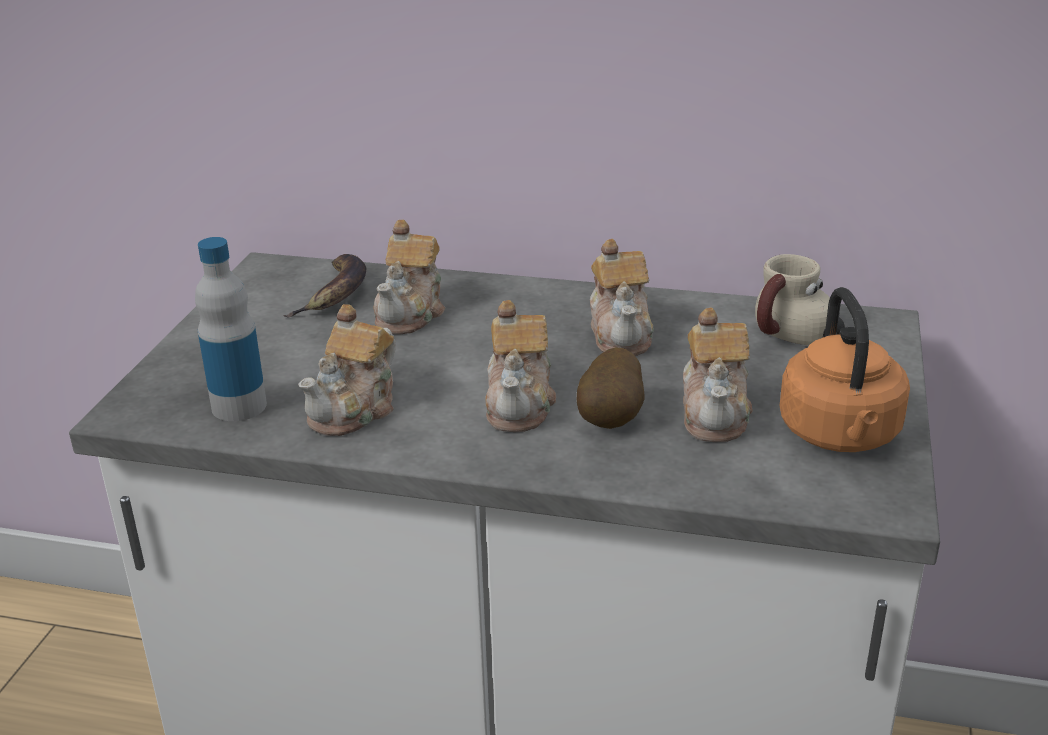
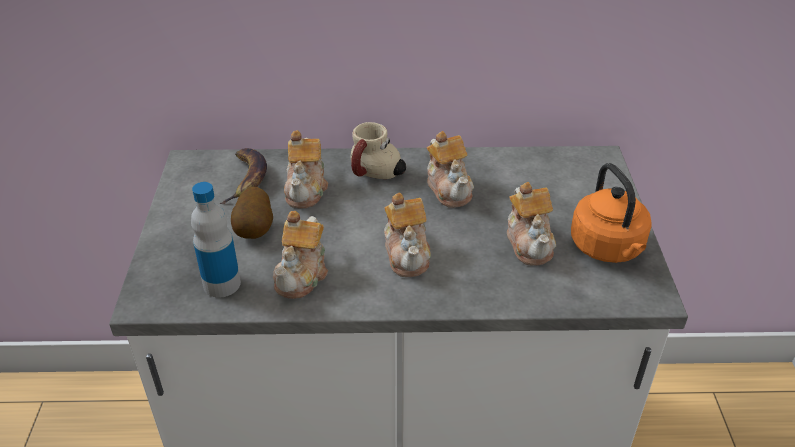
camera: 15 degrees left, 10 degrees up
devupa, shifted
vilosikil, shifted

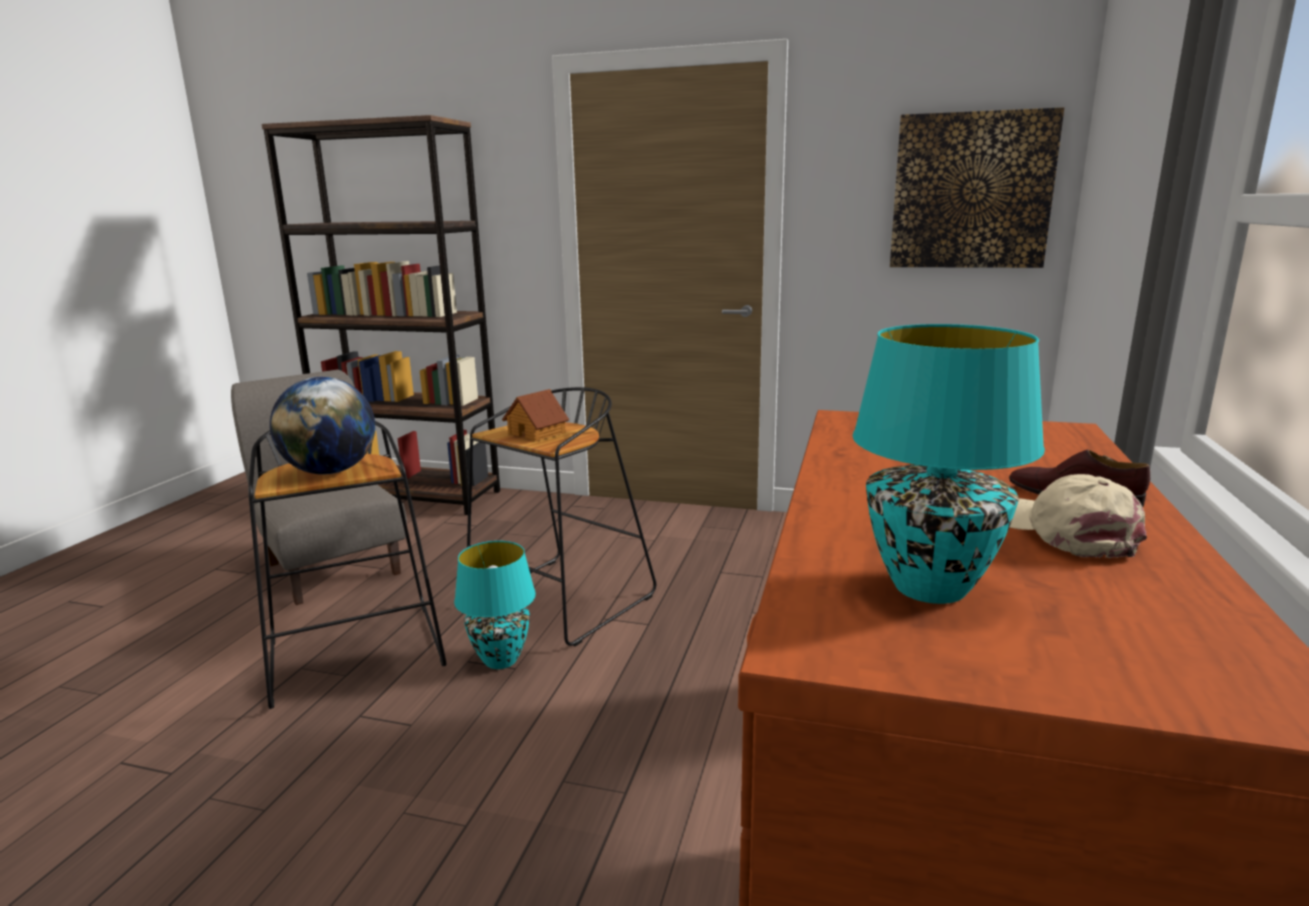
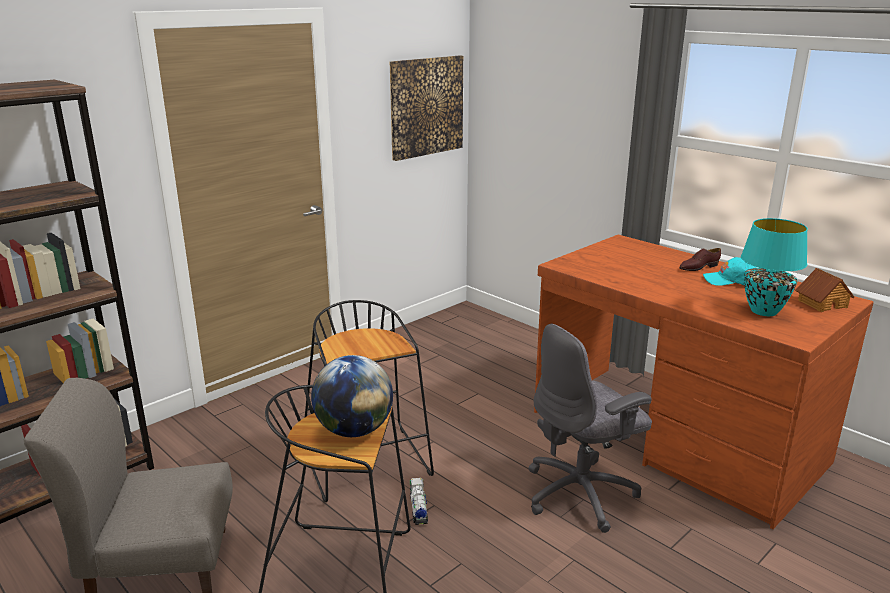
camera: 60 degrees left, 5 degrees up
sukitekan, shifted
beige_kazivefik => turquoise_kazivefik
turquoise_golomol (no. 1 from left) => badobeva
nothing => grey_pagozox

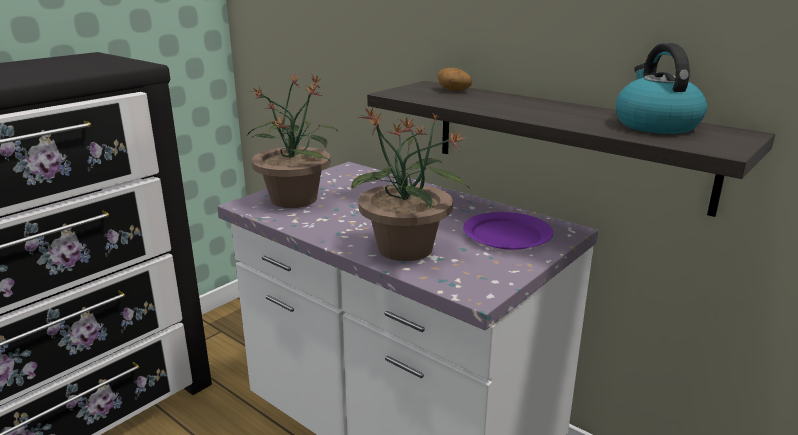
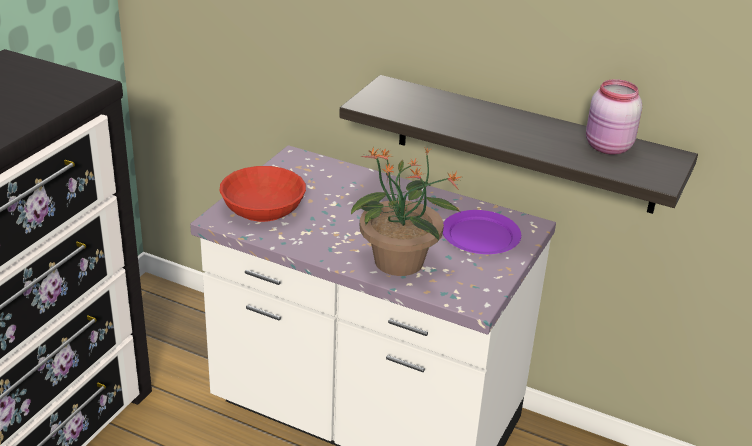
camera: 15 degrees left, 10 degrees up
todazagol => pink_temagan
vilosikil => nothing
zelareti (no. 1 from left) => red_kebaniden

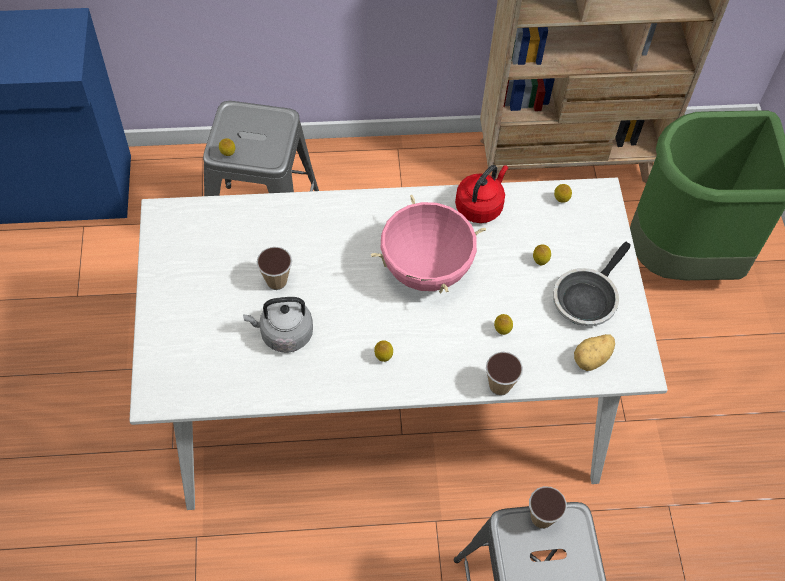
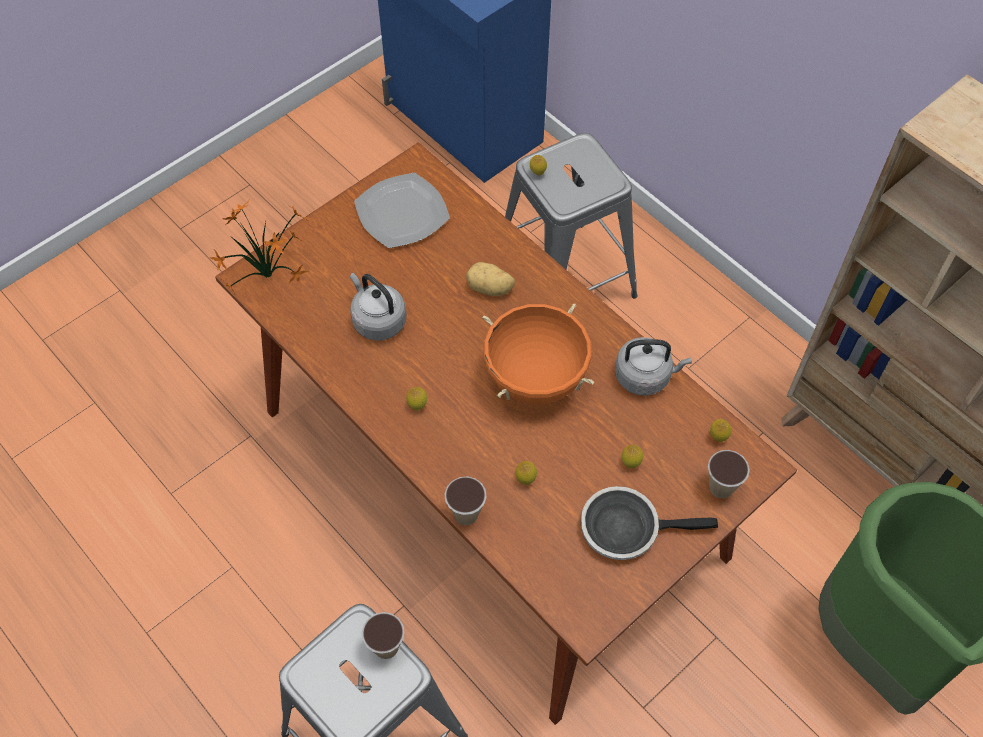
camera: 55 degrees right, 0 degrees up
red_todazagol => grey_todazagol (no. 2 from left)
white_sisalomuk => brown_sisalomuk
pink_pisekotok => orange_pisekotok
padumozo (no. 1 from left in the first image) => padumozo (no. 3 from left), shifted
vilosikil, shifted
nothing => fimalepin
nothing => zelareti

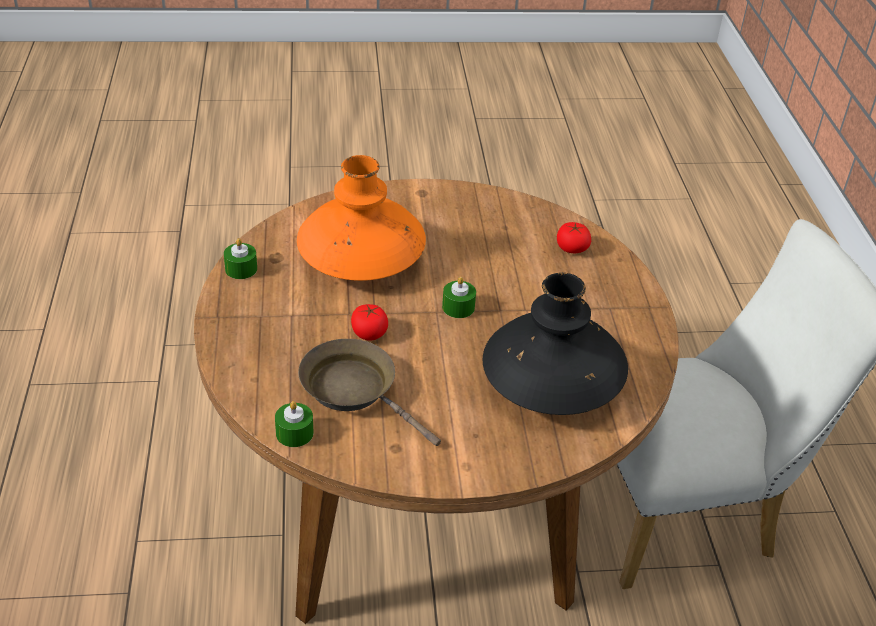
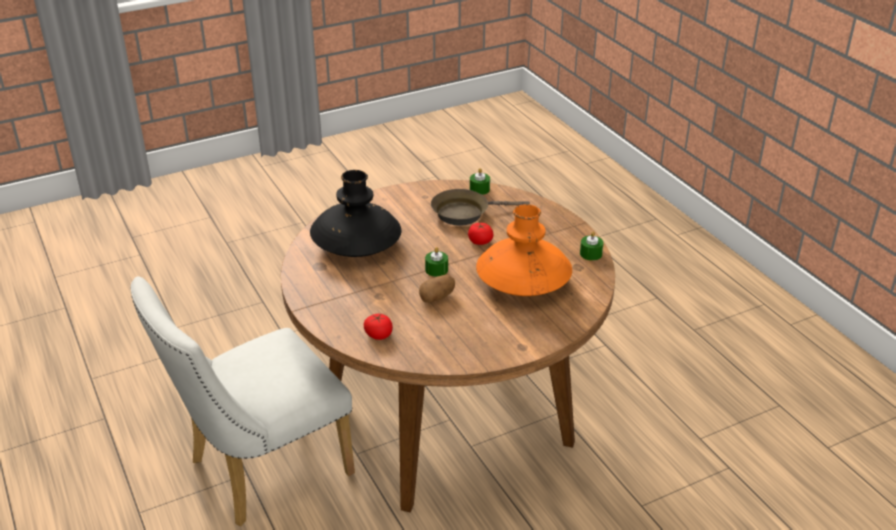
camera: 160 degrees right, 5 degrees down
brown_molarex, 150 degrees clockwise
nothing => vilosikil

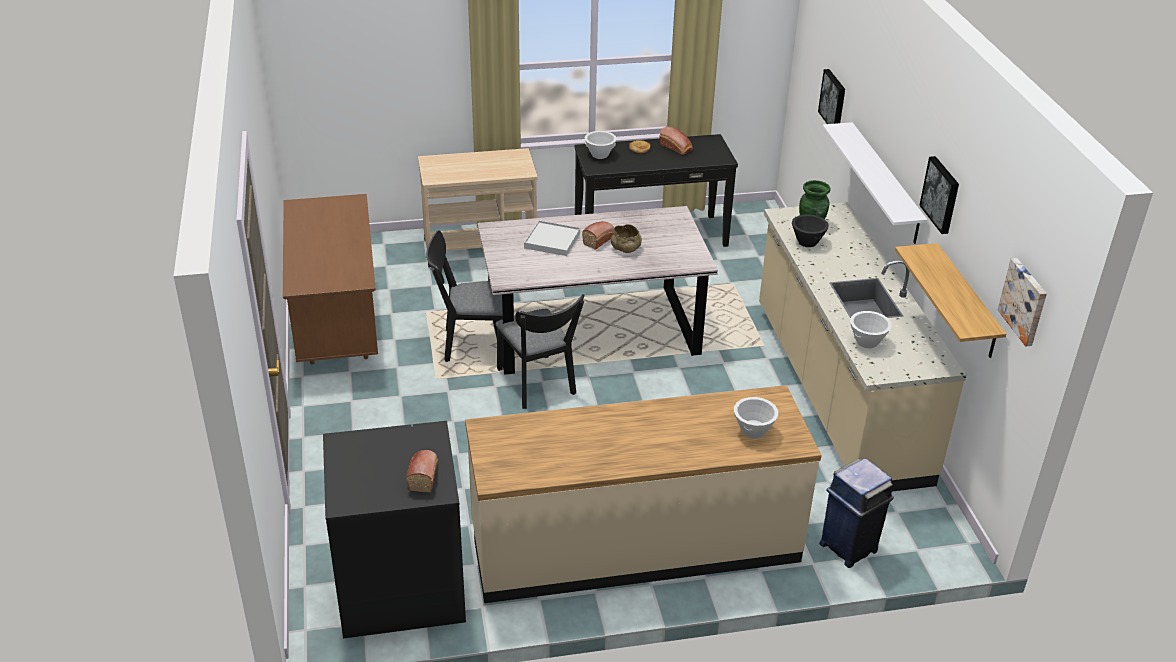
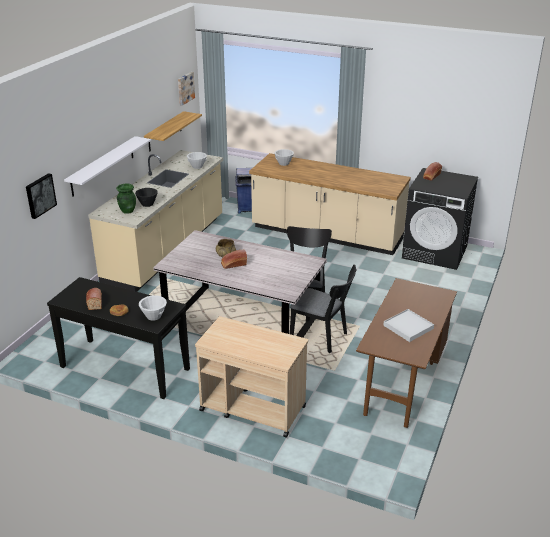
camera: 145 degrees left, 5 degrees down
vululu (no. 2 from left) => nothing
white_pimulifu, shifted

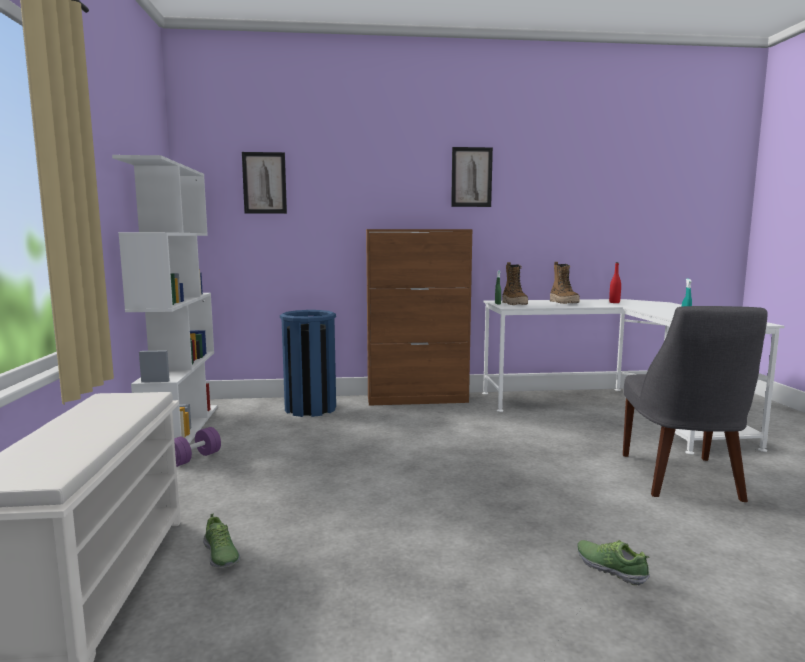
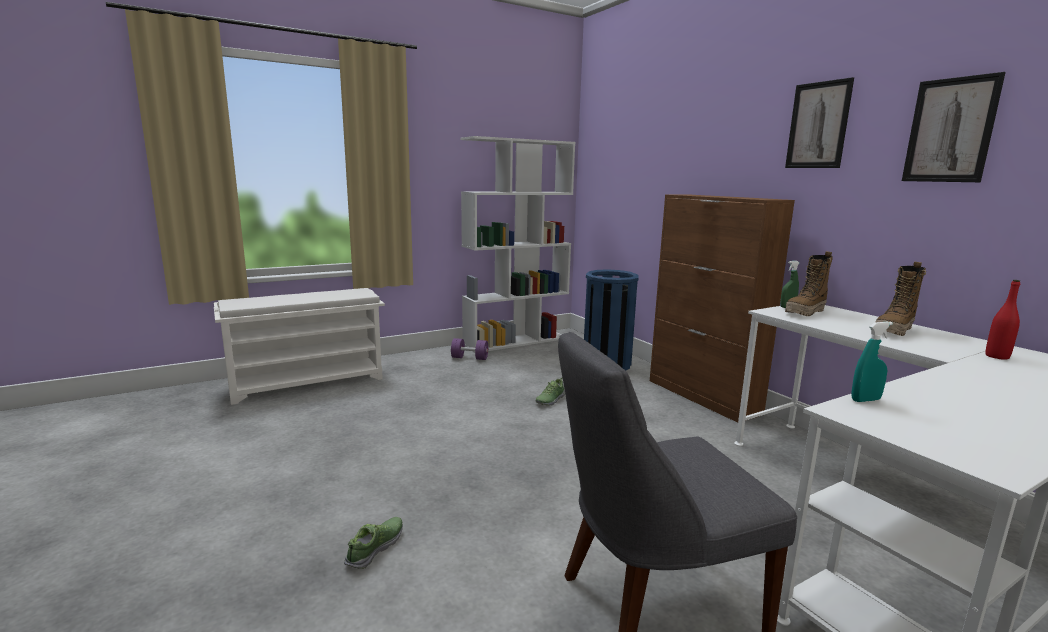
camera: 65 degrees right, 5 degrees up
vululu (no. 1 from left in the first image) => vululu (no. 2 from left), shifted
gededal (no. 1 from left in the first image) => gededal (no. 2 from left), shifted

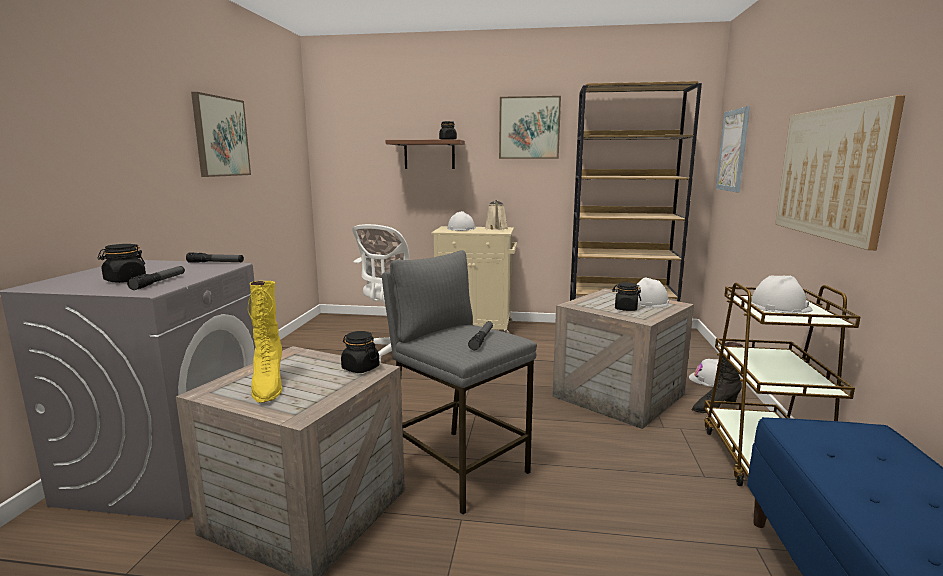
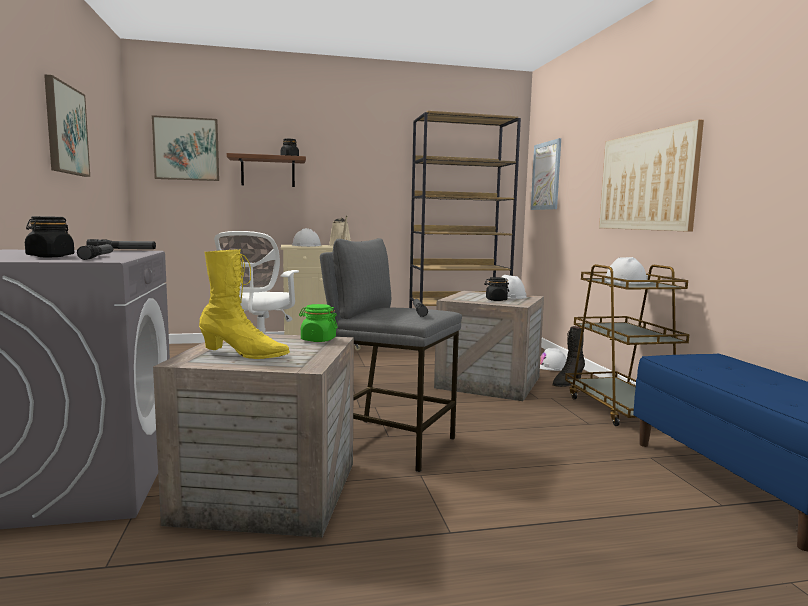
camera: 20 degrees left, 5 degrees down
vululu (no. 2 from left), shifted
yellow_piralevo, 45 degrees counterclockwise
black_temagan (no. 2 from left) => green_temagan

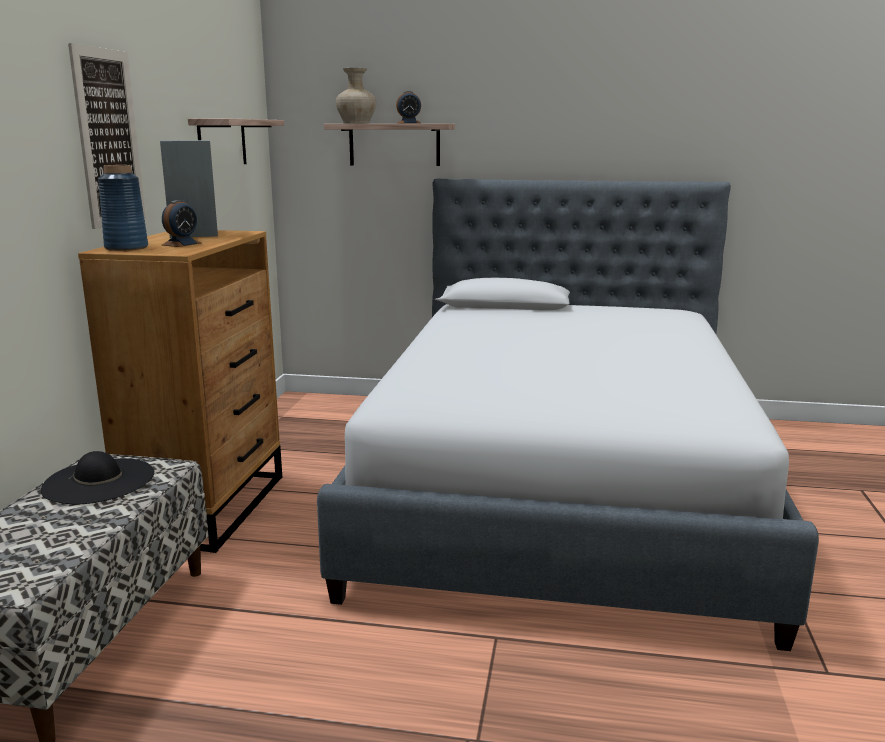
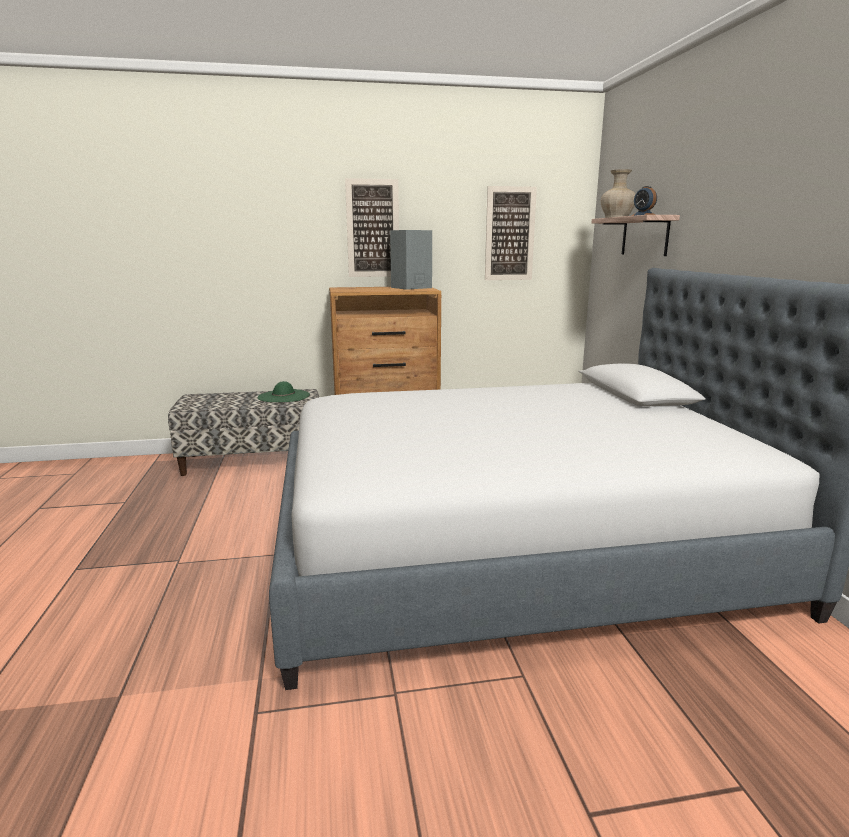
camera: 70 degrees right, 0 degrees up
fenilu (no. 1 from left) => vululu (no. 2 from left)
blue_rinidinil => nothing
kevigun (no. 1 from left) => nothing
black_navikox => green_navikox

